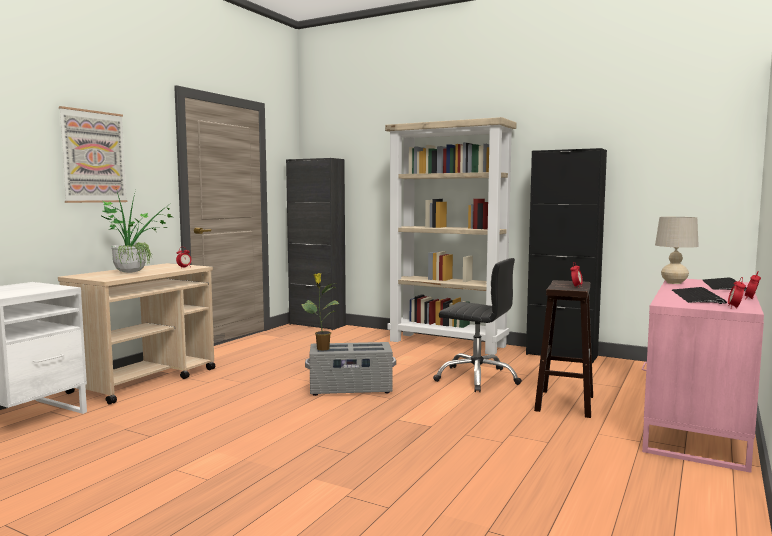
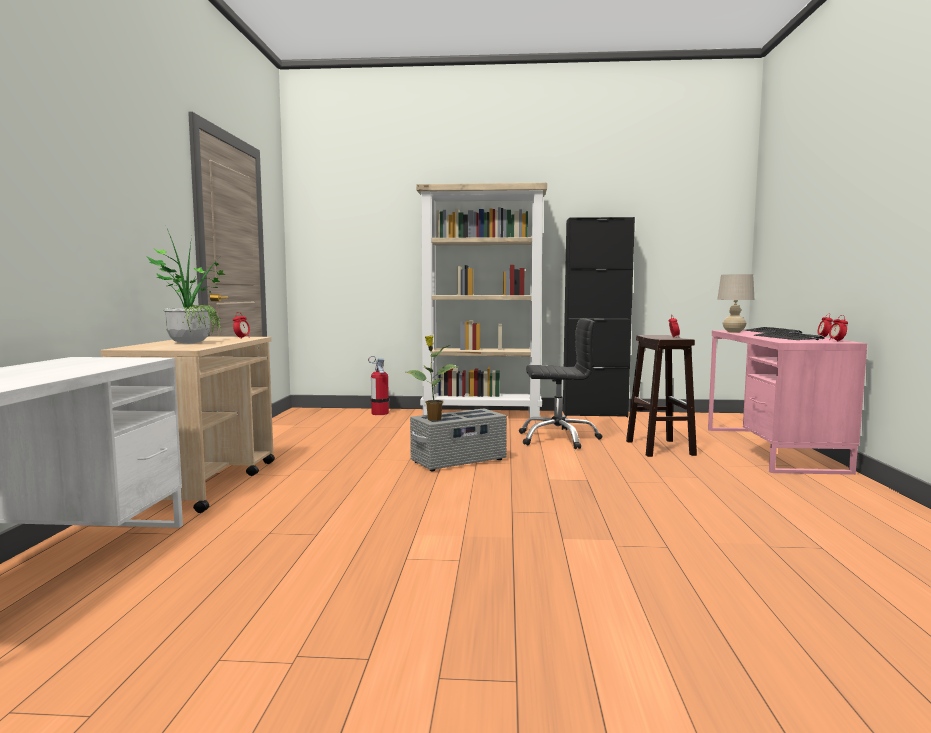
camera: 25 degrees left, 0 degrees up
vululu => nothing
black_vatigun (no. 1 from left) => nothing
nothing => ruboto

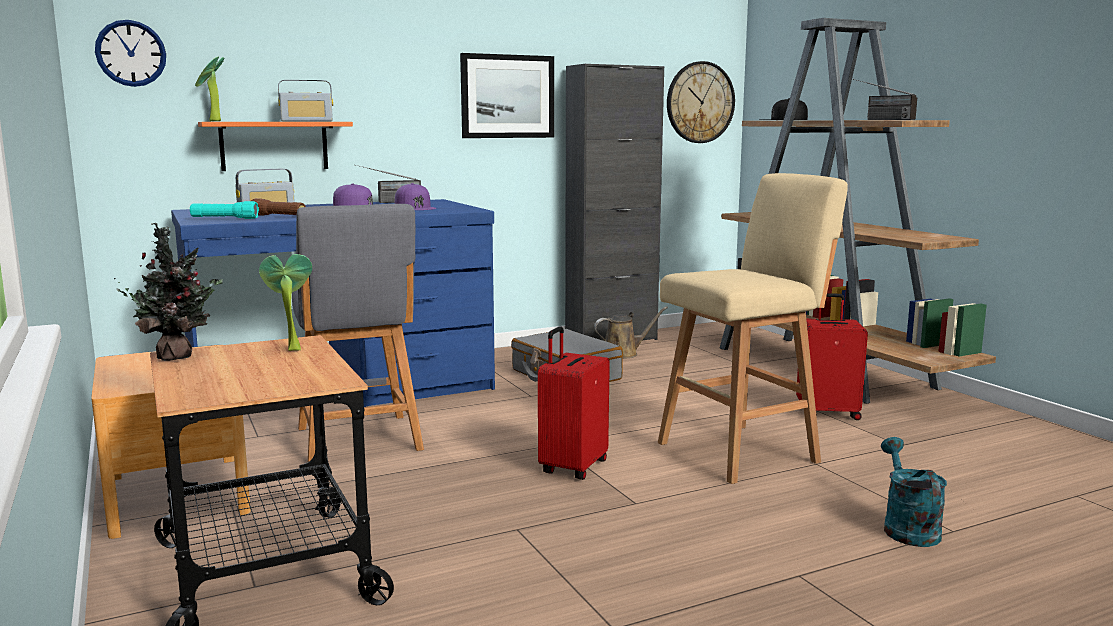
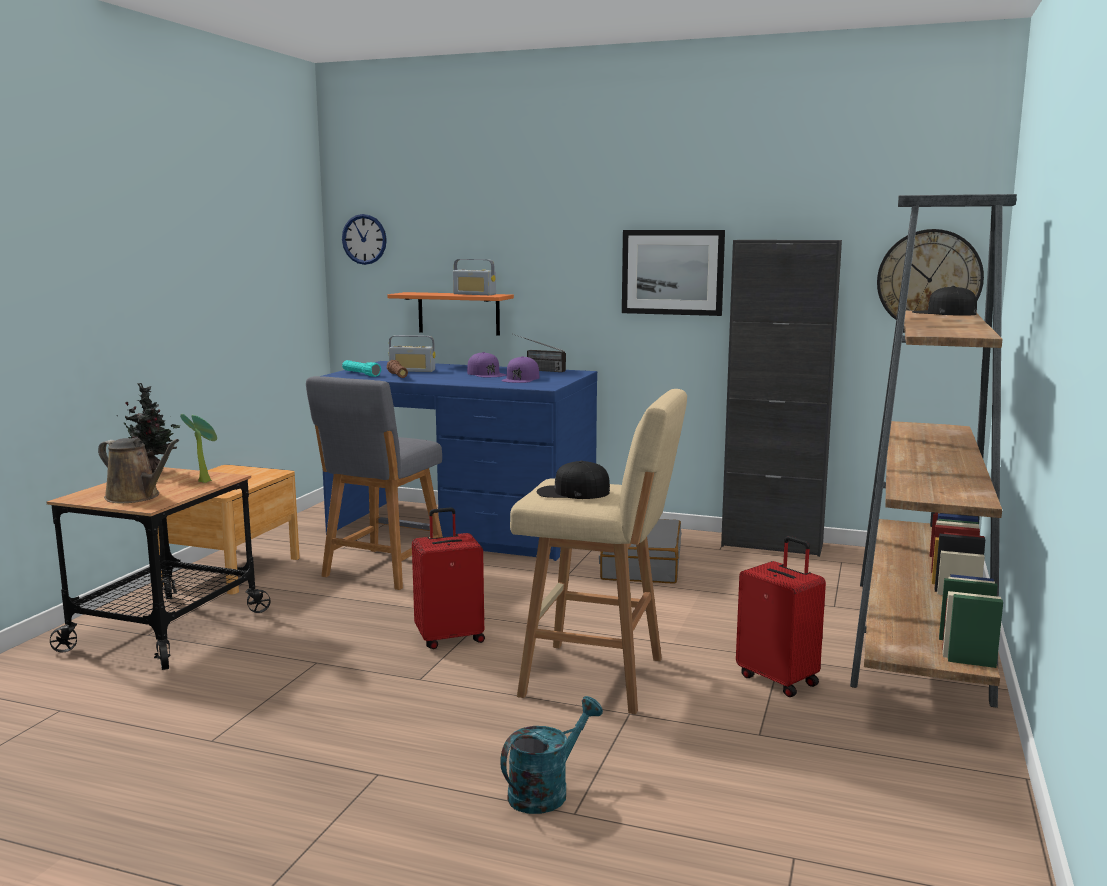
camera: 45 degrees right, 0 degrees up
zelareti (no. 2 from left) => nothing
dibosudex (no. 4 from left) => nothing
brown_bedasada, shifted
nothing => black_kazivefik (no. 1 from left)

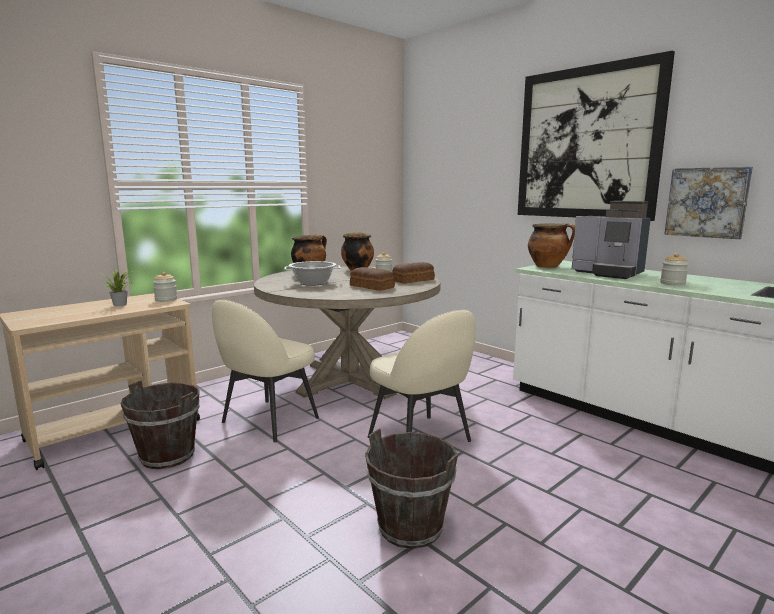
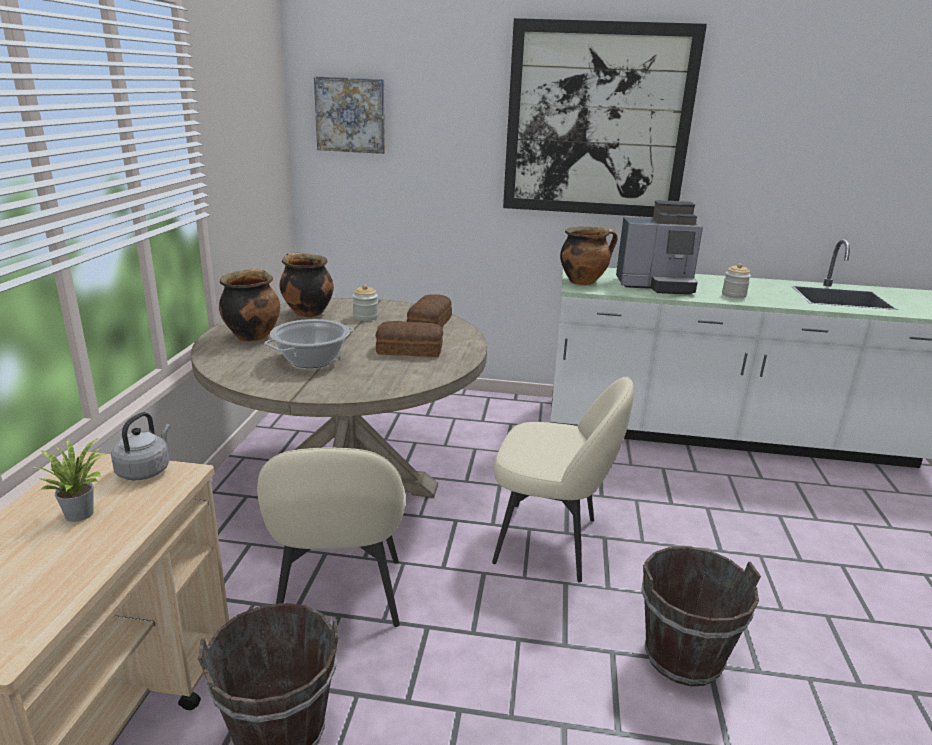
camera: 40 degrees left, 10 degrees up
vululu (no. 2 from left in the first image) => vululu (no. 1 from left), shifted
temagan (no. 1 from left) => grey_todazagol

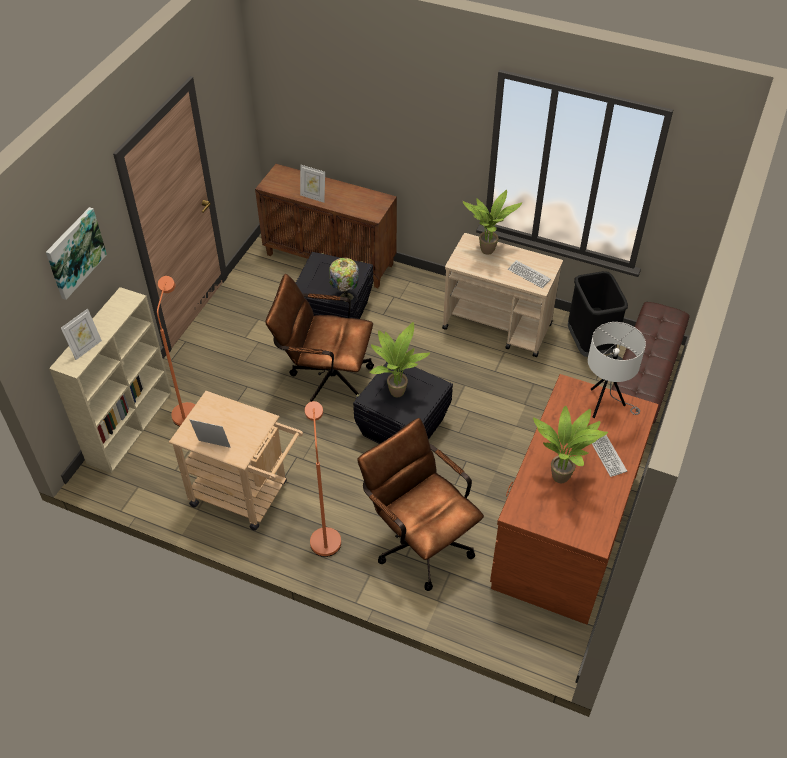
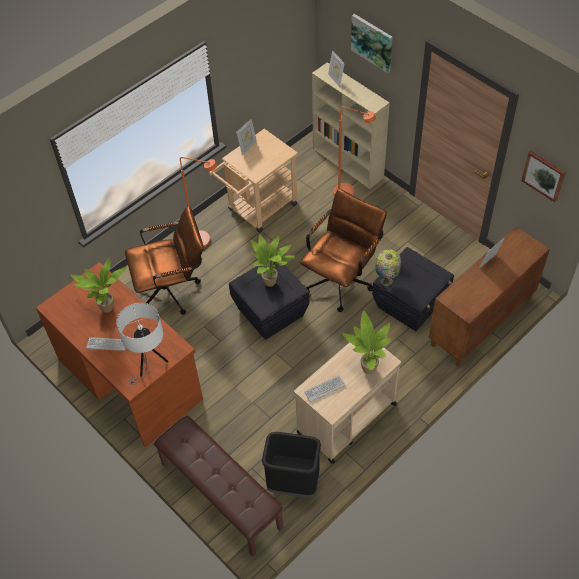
camera: 115 degrees right, 5 degrees up
nothing => vululu (no. 2 from left)

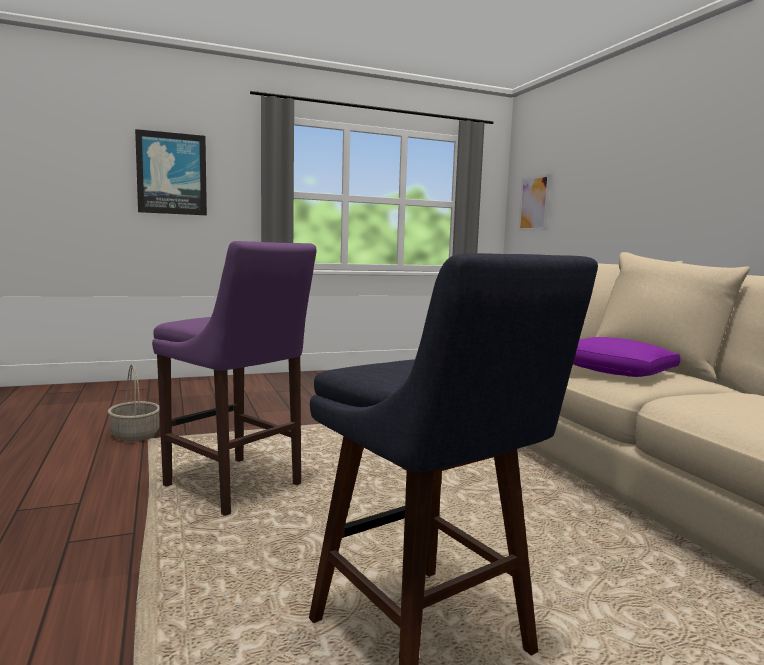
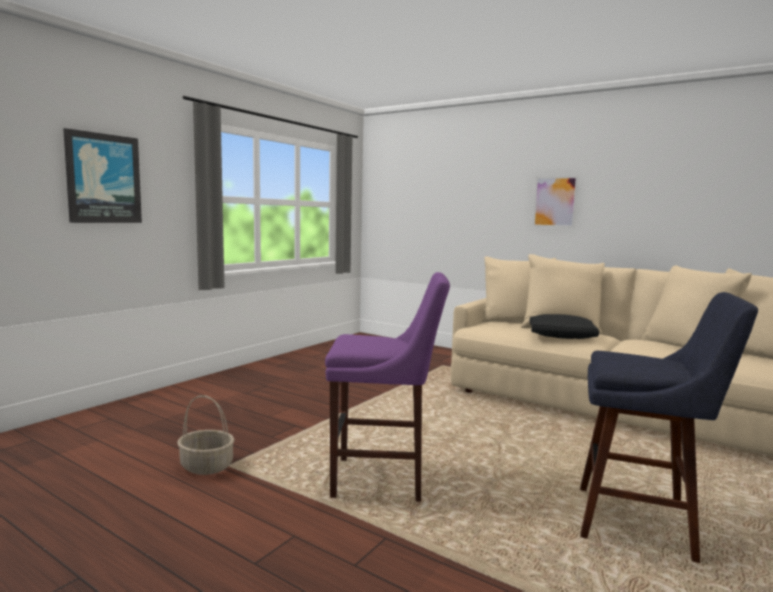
camera: 35 degrees left, 0 degrees up
vululu (no. 2 from left), shifted
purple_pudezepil => black_pudezepil

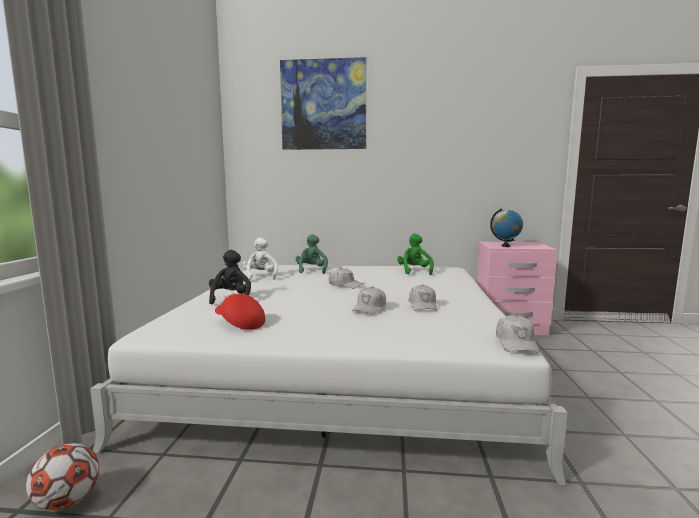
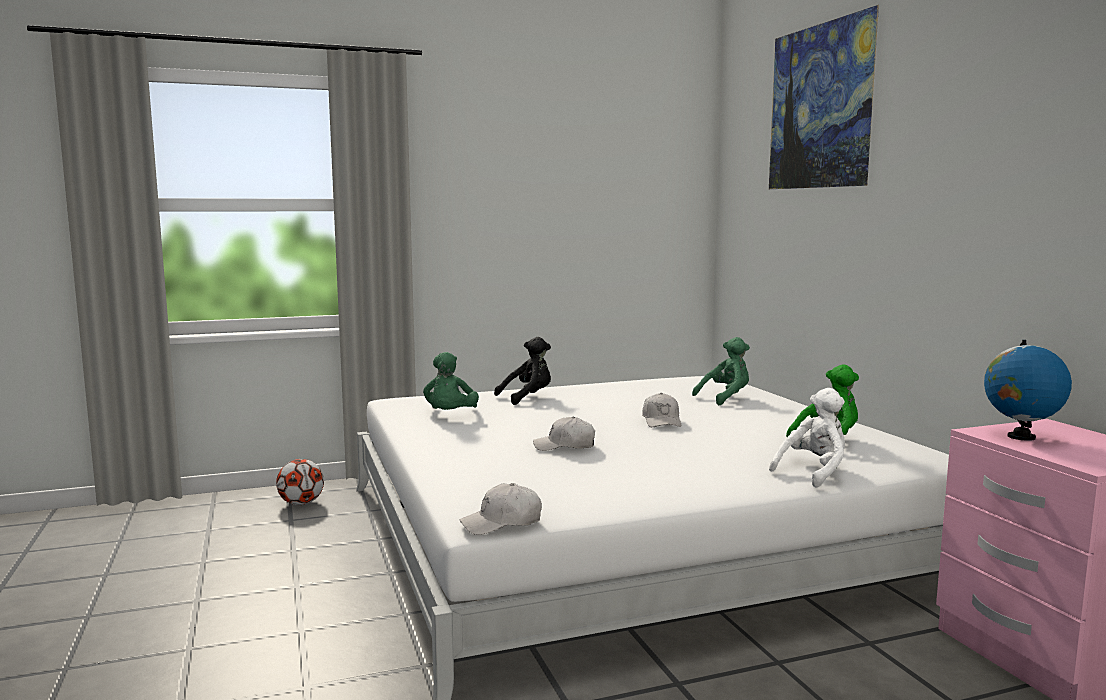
camera: 65 degrees right, 0 degrees up
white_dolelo, shifted
white_kazivefik (no. 3 from left) => nothing
red_kazivefik => green_dolelo (no. 1 from left)

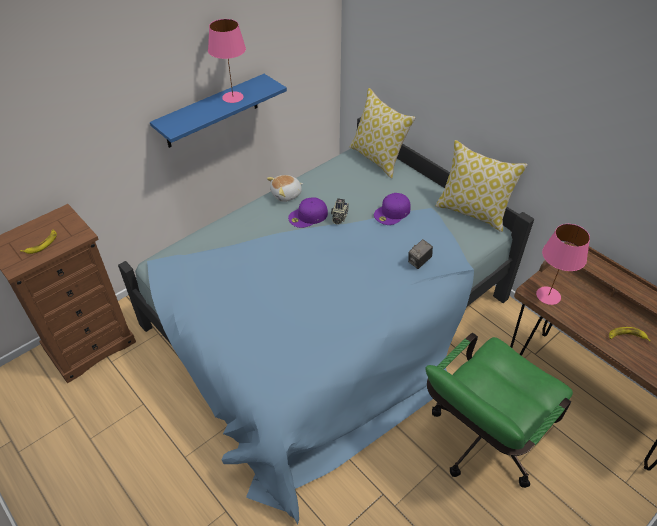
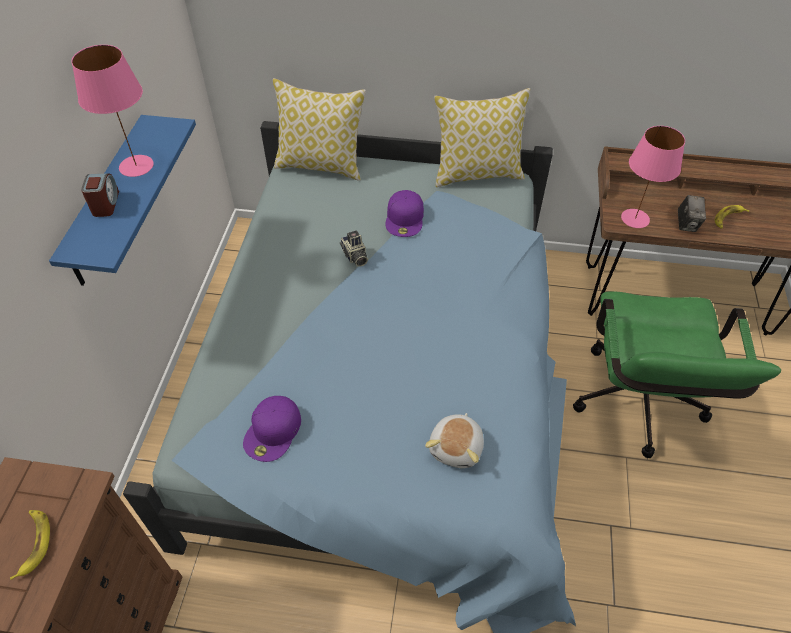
camera: 40 degrees left, 5 degrees up
dolelo, shifted
purple_kazivefik (no. 1 from left), shifted
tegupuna (no. 2 from left), shifted
nothing => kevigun

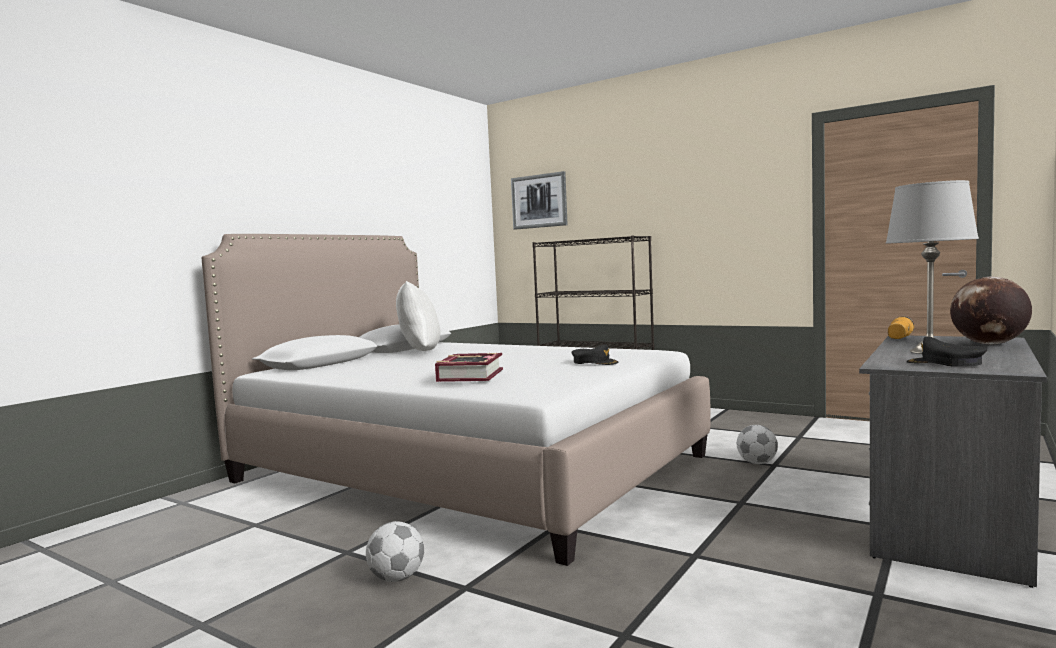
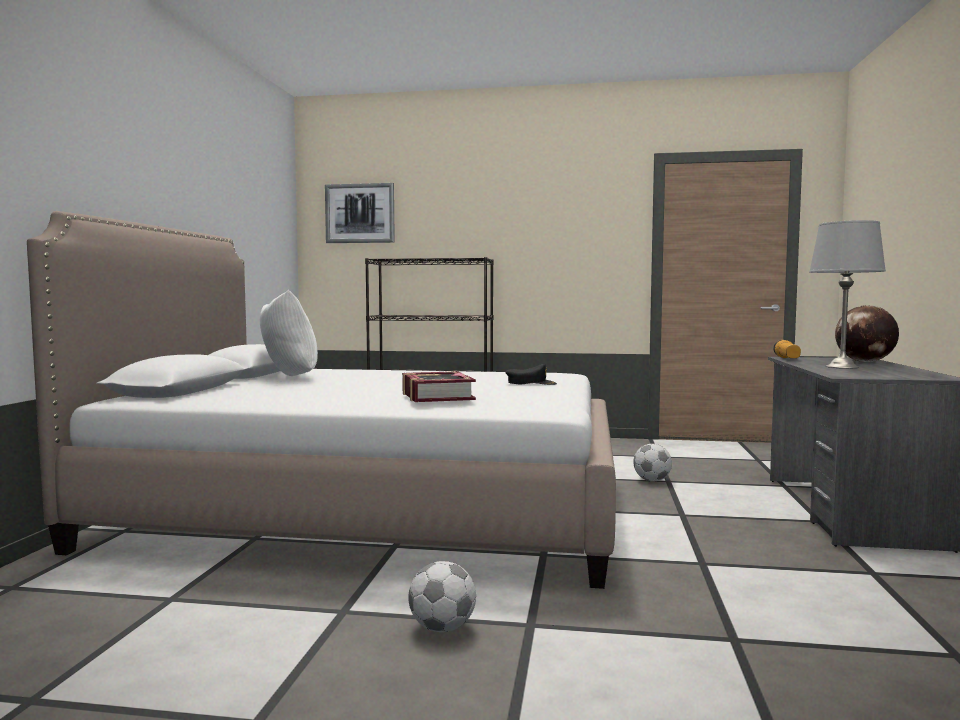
camera: 25 degrees left, 0 degrees up
black_kazivefik (no. 2 from left) => nothing

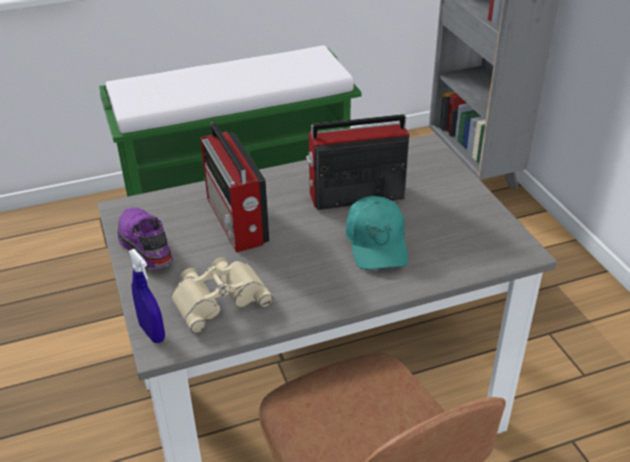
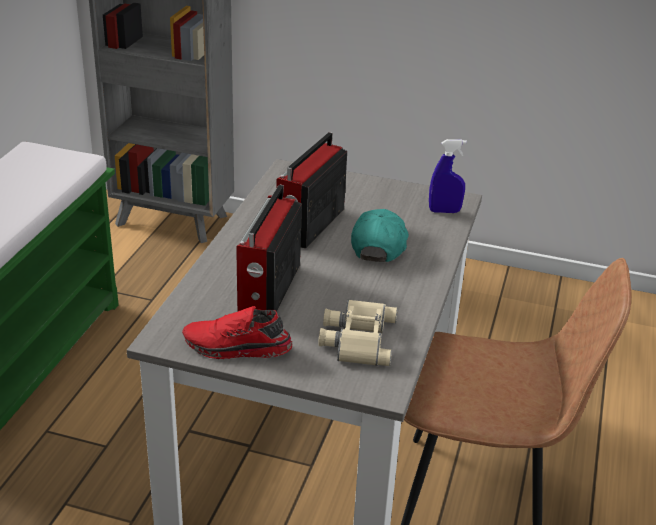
camera: 55 degrees left, 5 degrees down
dibosudex (no. 1 from left), 90 degrees clockwise
turquoise_kazivefik, 105 degrees counterclockwise
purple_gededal => red_gededal
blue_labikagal, shifted

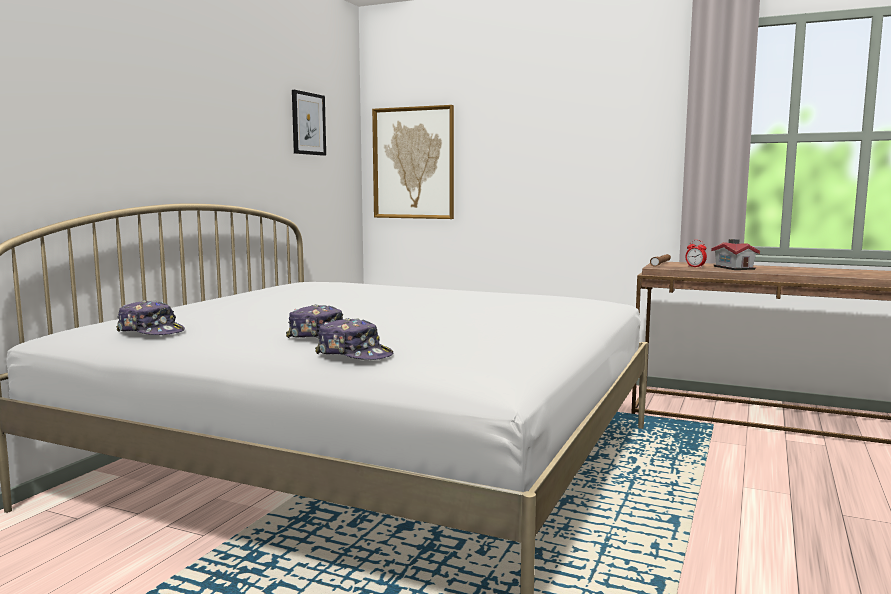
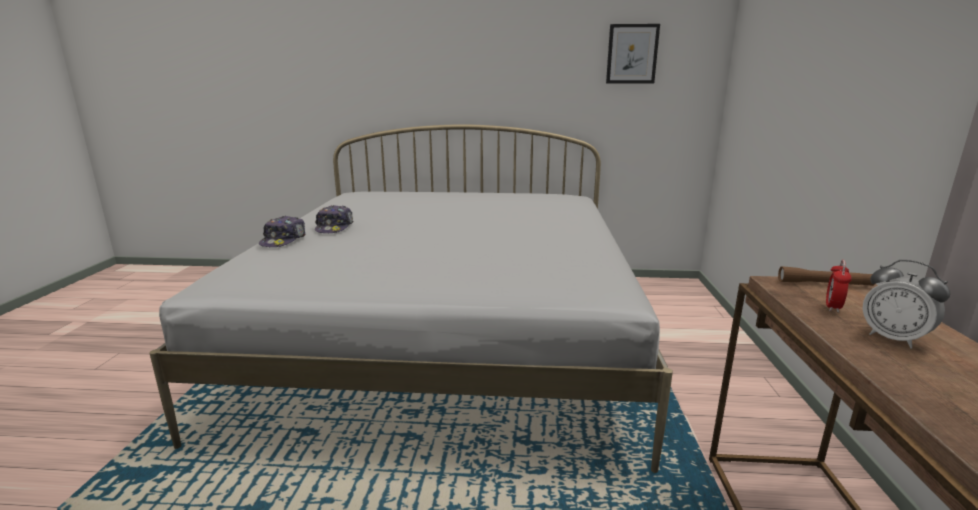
camera: 70 degrees right, 10 degrees up
vululu (no. 2 from left) => nothing
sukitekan => kevigun (no. 2 from left)
kazivefik (no. 1 from left) => nothing

